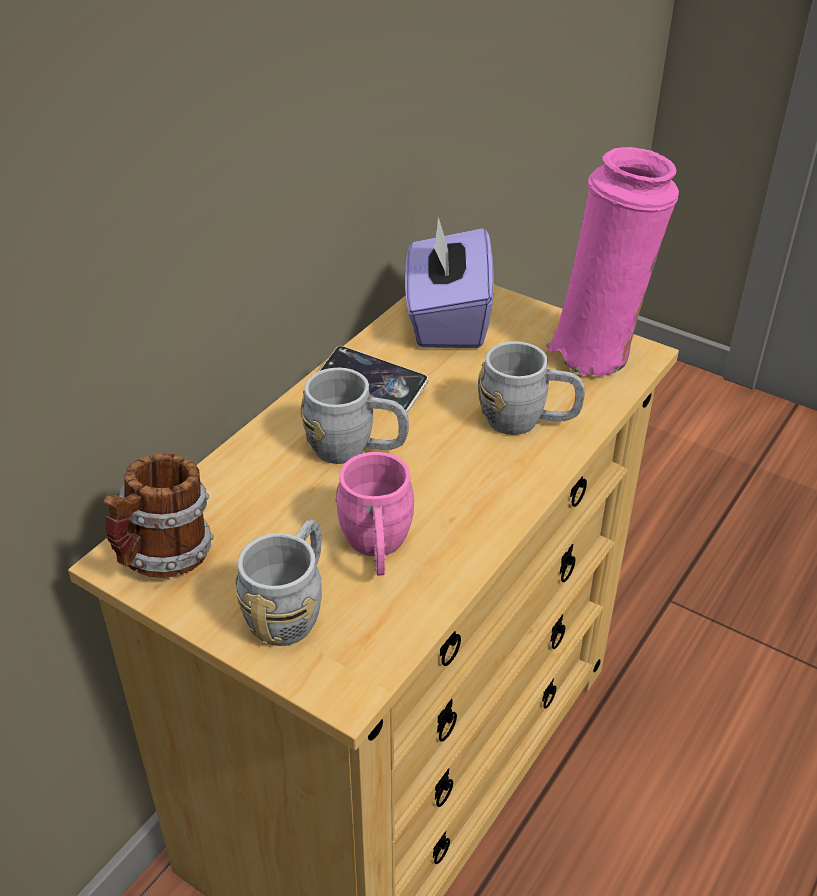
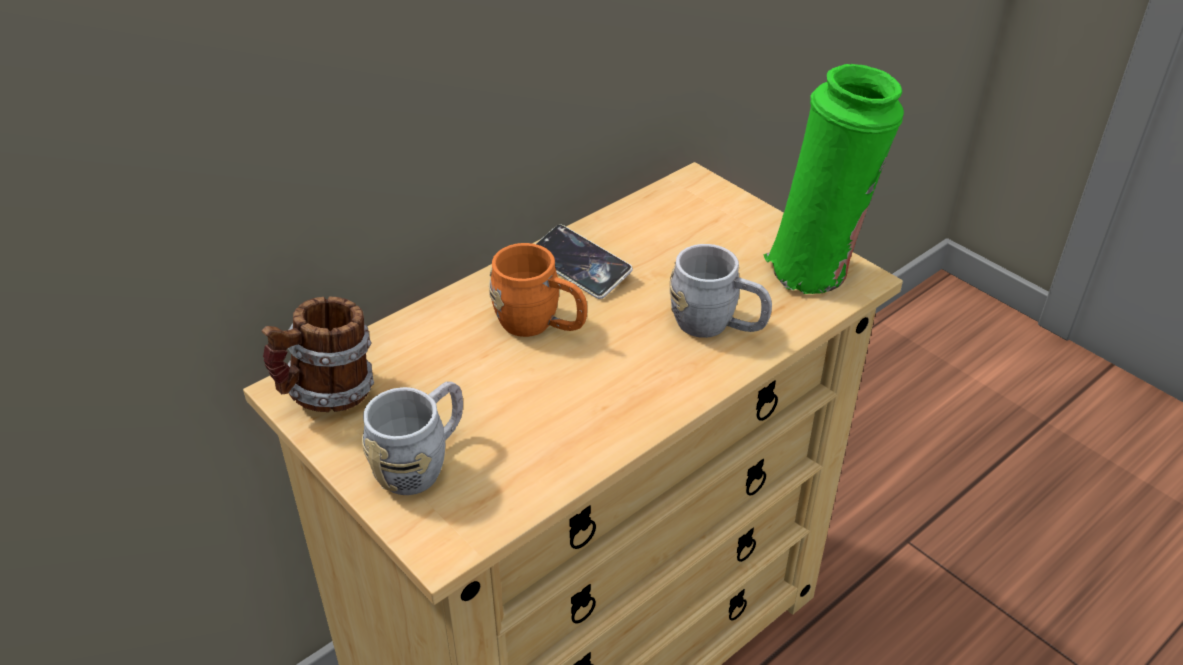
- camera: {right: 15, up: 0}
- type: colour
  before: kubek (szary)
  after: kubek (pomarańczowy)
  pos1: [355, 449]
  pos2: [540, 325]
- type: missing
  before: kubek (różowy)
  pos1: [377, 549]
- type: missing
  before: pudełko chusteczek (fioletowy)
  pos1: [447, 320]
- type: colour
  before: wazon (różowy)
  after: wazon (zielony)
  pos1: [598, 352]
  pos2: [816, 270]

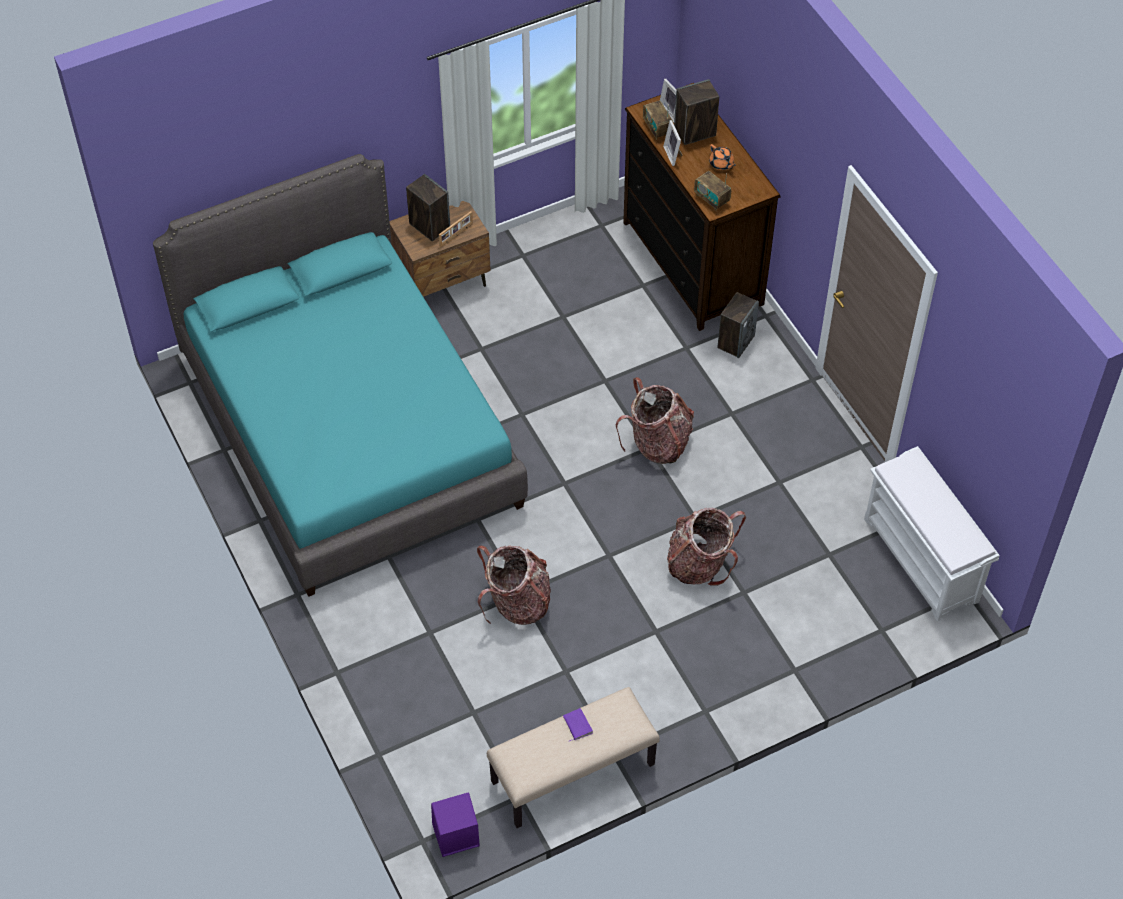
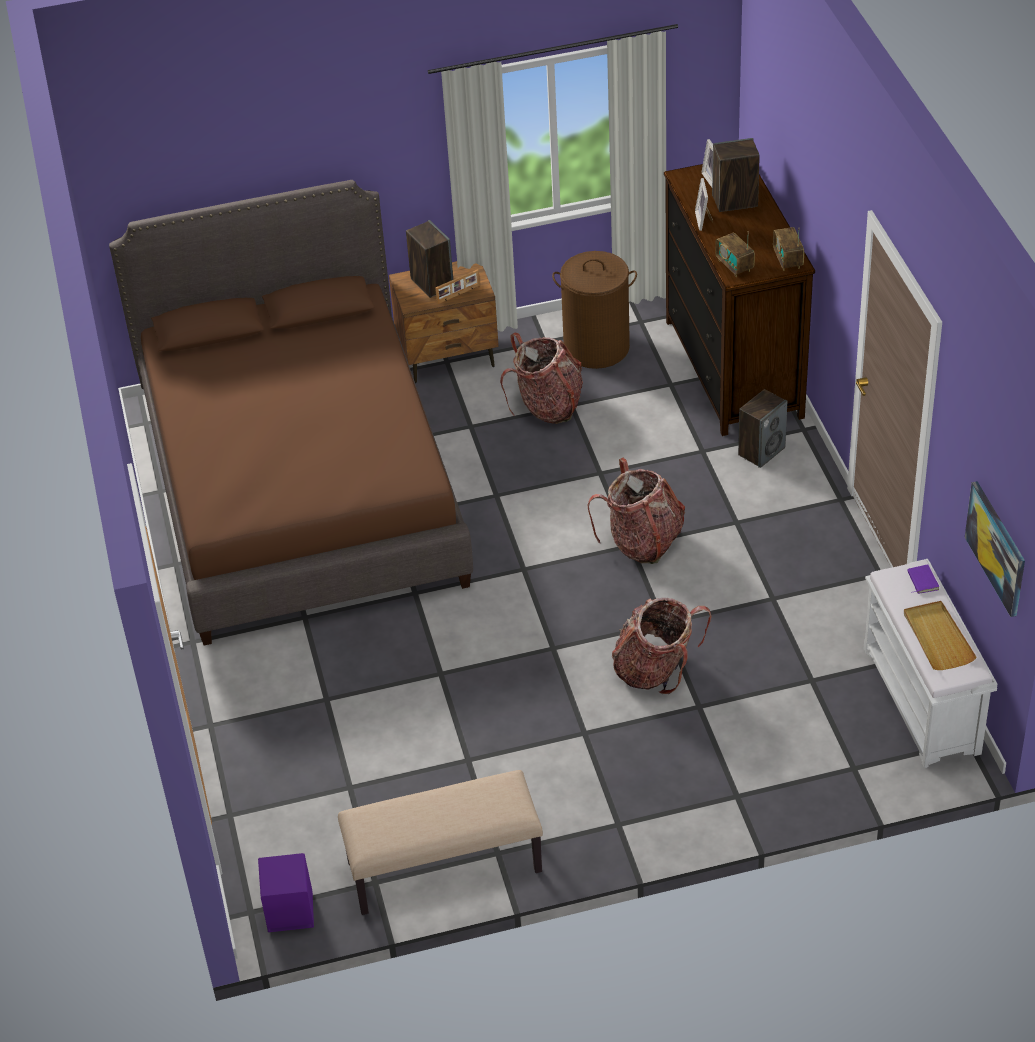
- camera: {right: 15, up: -10}
- type: colour
  before: łóżko (turkusowy)
  after: łóżko (brązowy)
  pos1: [350, 430]
  pos2: [302, 488]
- type: relocated
  before: plecak
  pos1: [517, 603]
  pos2: [547, 406]
- type: relocated
  before: książka (fioletowy)
  pos1: [576, 725]
  pos2: [921, 581]
- type: relocated
  before: radio
  pos1: [657, 128]
  pos2: [787, 260]
- type: missing
  before: imbryk (pomarańczowy)
  pos1: [721, 164]
- type: appeared
  after: kosz na pranie (brązowy)
  pos2: [596, 347]
- type: appeared
  after: taca (beżowy)
  pos2: [937, 638]
- type: appeared
  after: obraz
  pos2: [996, 548]

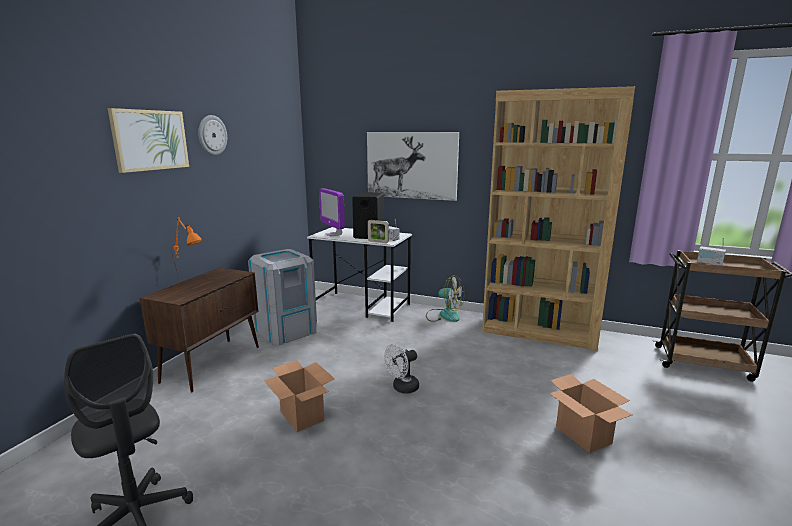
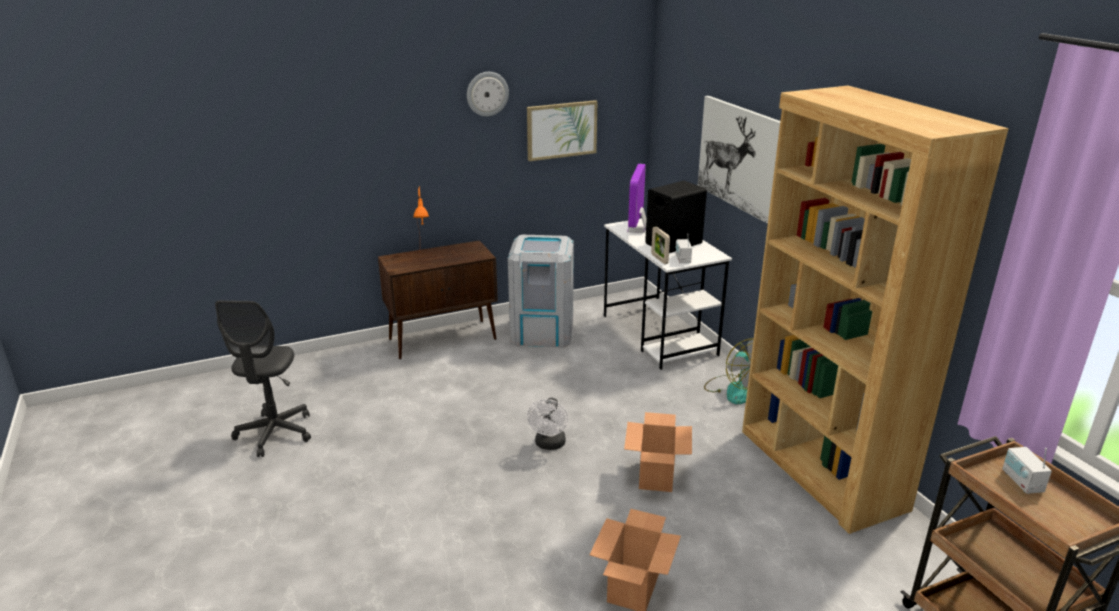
- camera: {right: 45, up: 10}
- type: relocated
  before: obraz
  pos1: [150, 140]
  pos2: [561, 130]
- type: relocated
  before: karton
  pos1: [302, 416]
  pos2: [656, 476]
- type: spun
  before: wentylator (biały)
  pos1: [402, 388]
  pos2: [549, 445]
  turn: -90

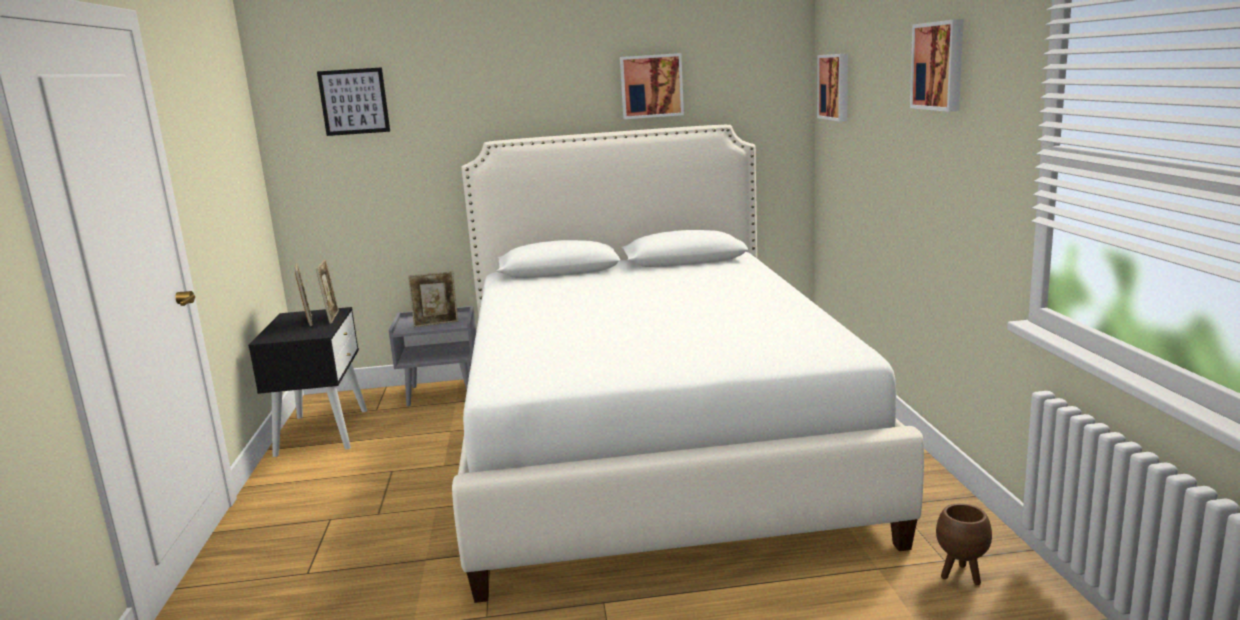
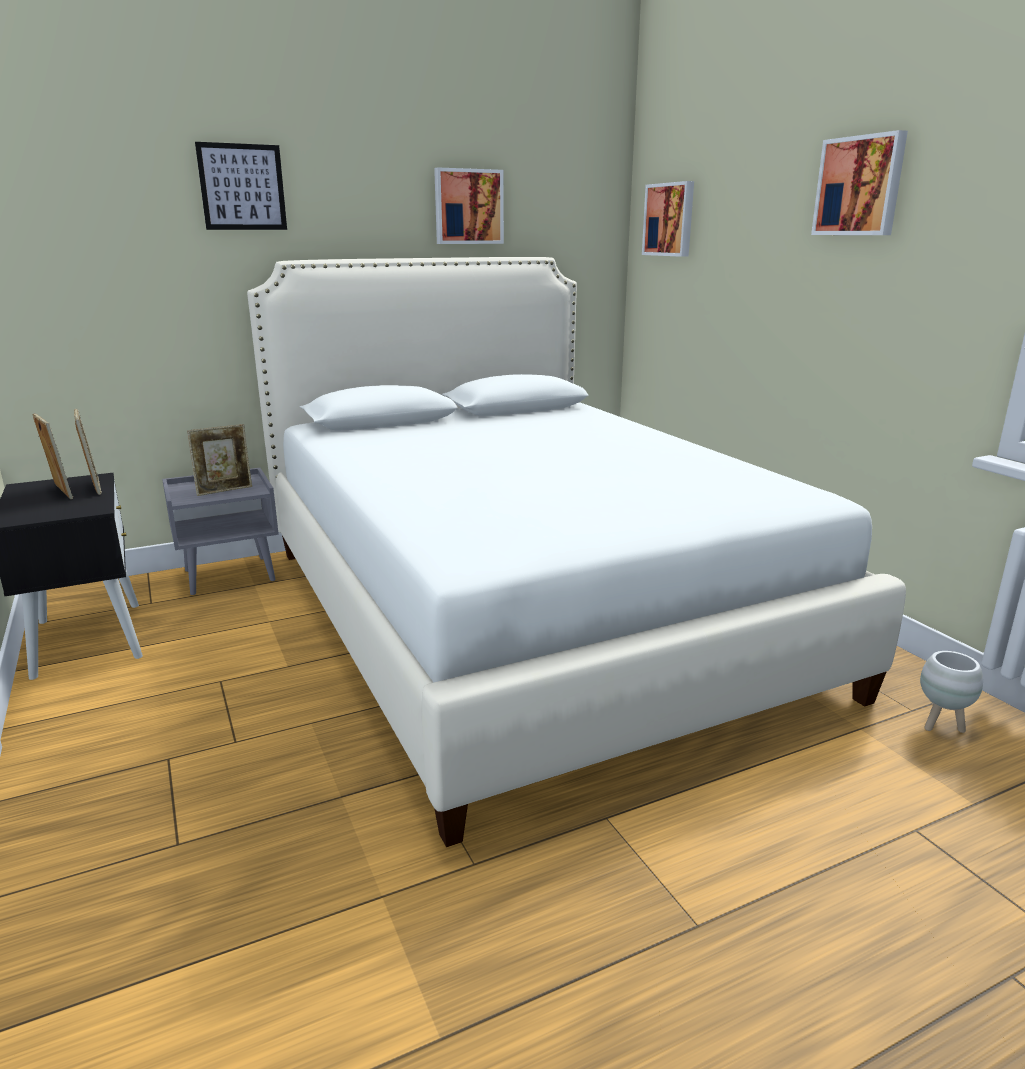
- camera: {right: -20, up: 5}
- type: relocated
  before: obraz
  pos1: [354, 101]
  pos2: [242, 187]
- type: colour
  before: donica (brązowy)
  after: donica (biały)
  pos1: [961, 576]
  pos2: [941, 725]

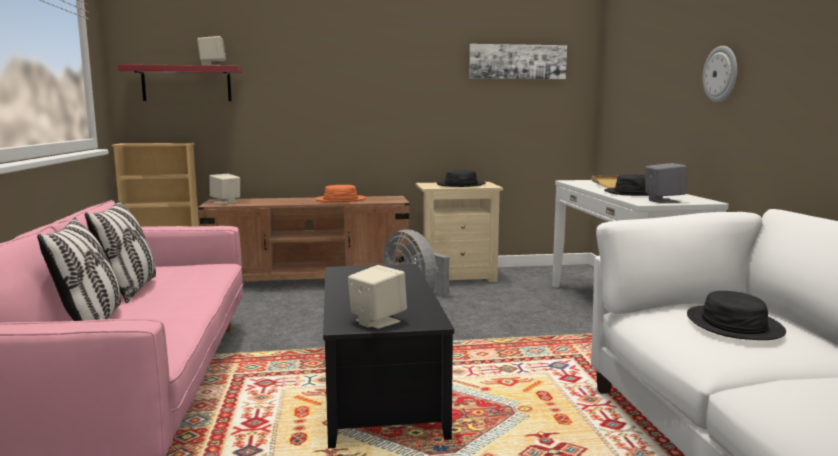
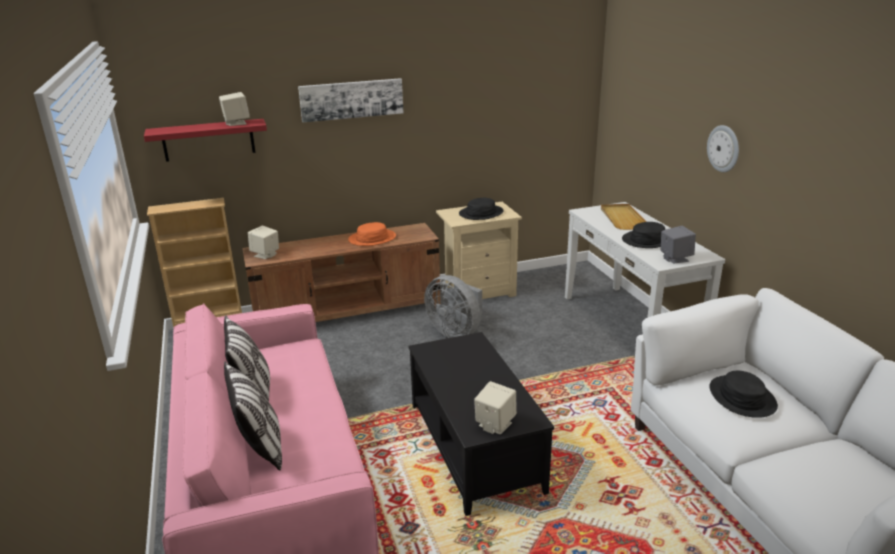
- camera: {right: -10, up: 15}
- type: relocated
  before: obraz
  pos1: [517, 62]
  pos2: [351, 99]

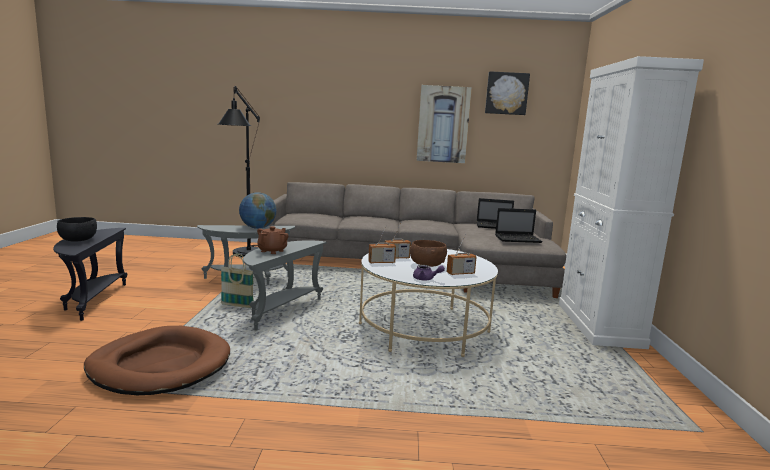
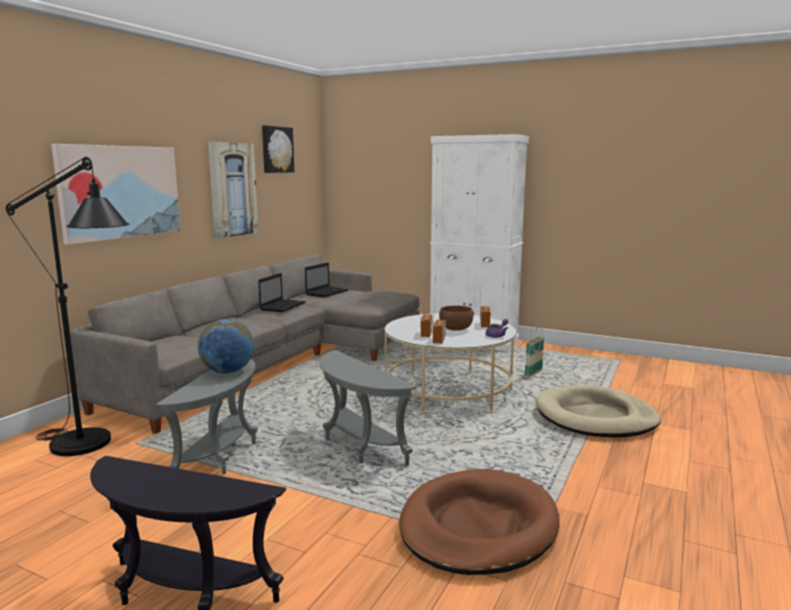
- camera: {right: -65, up: 0}
- type: missing
  before: miska (czarny)
  pos1: [78, 240]
- type: relocated
  before: koszyk
  pos1: [237, 306]
  pos2: [533, 374]
- type: missing
  before: imbryk (brązowy)
  pos1: [272, 251]
- type: relocated
  before: laptop
  pos1: [518, 239]
  pos2: [283, 306]
- type: appeared
  after: obraz
  pos2: [120, 192]
- type: appeared
  after: legowisko (beżowy)
  pos2: [596, 417]

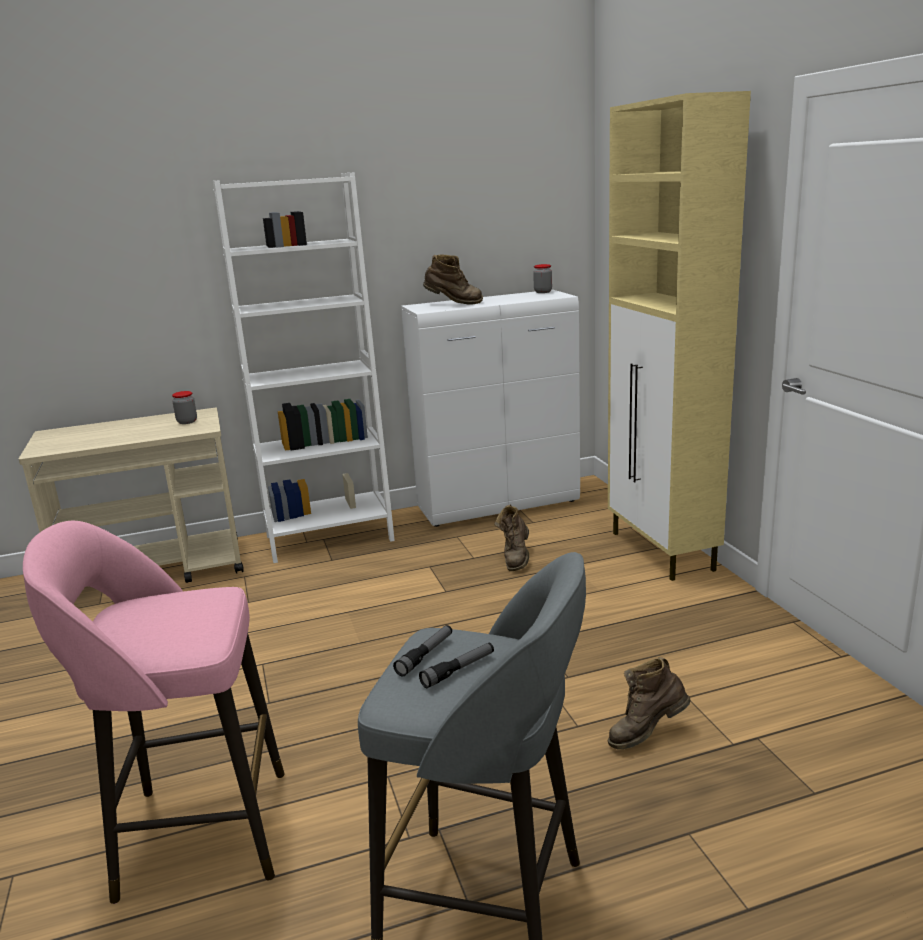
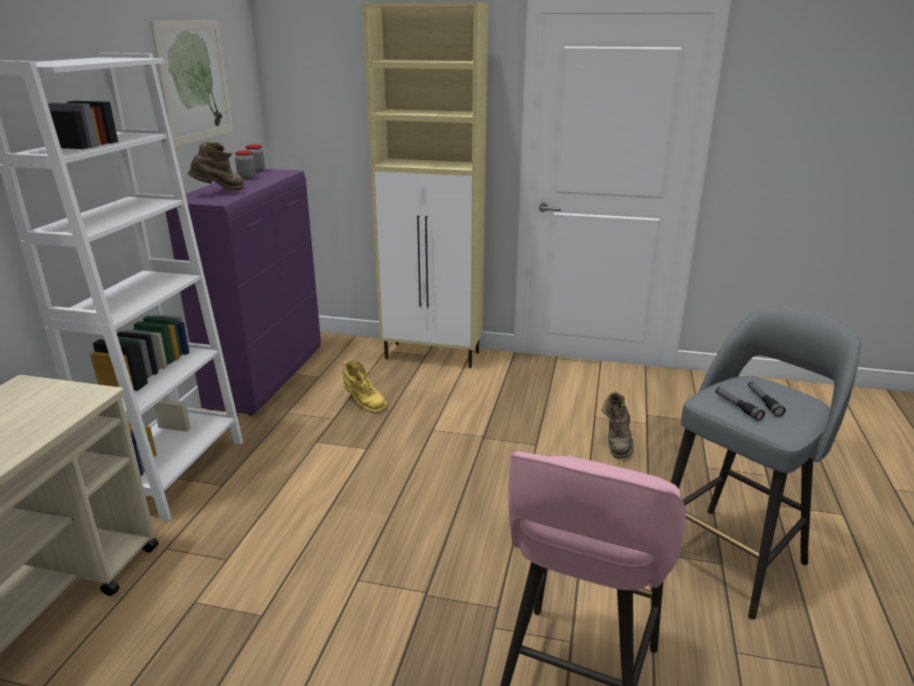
- camera: {right: -60, up: 5}
- type: relocated
  before: słoik
  pos1: [187, 422]
  pos2: [247, 178]
- type: colour
  before: szafka (biały)
  after: szafka (fioletowy)
  pos1: [499, 505]
  pos2: [267, 377]
- type: colour
  before: but z cholewką (brązowy)
  after: but z cholewką (żółty)
  pos1: [516, 559]
  pos2: [363, 404]
- type: appeared
  after: obraz
  pos2: [194, 81]

